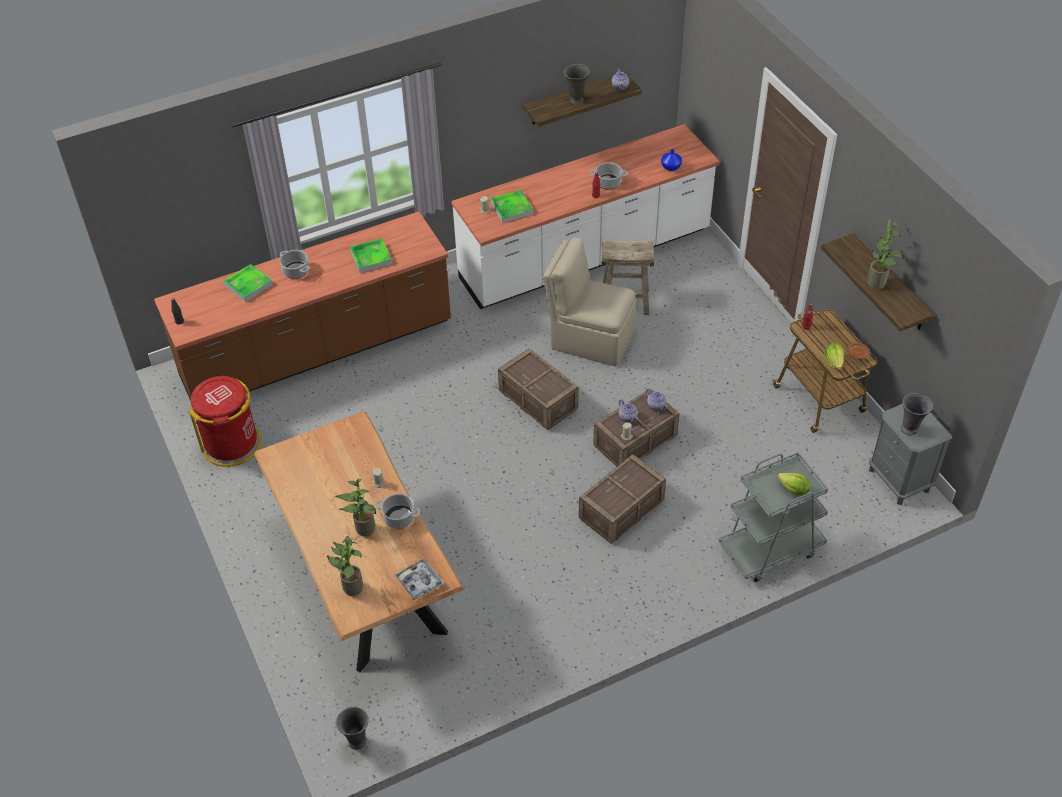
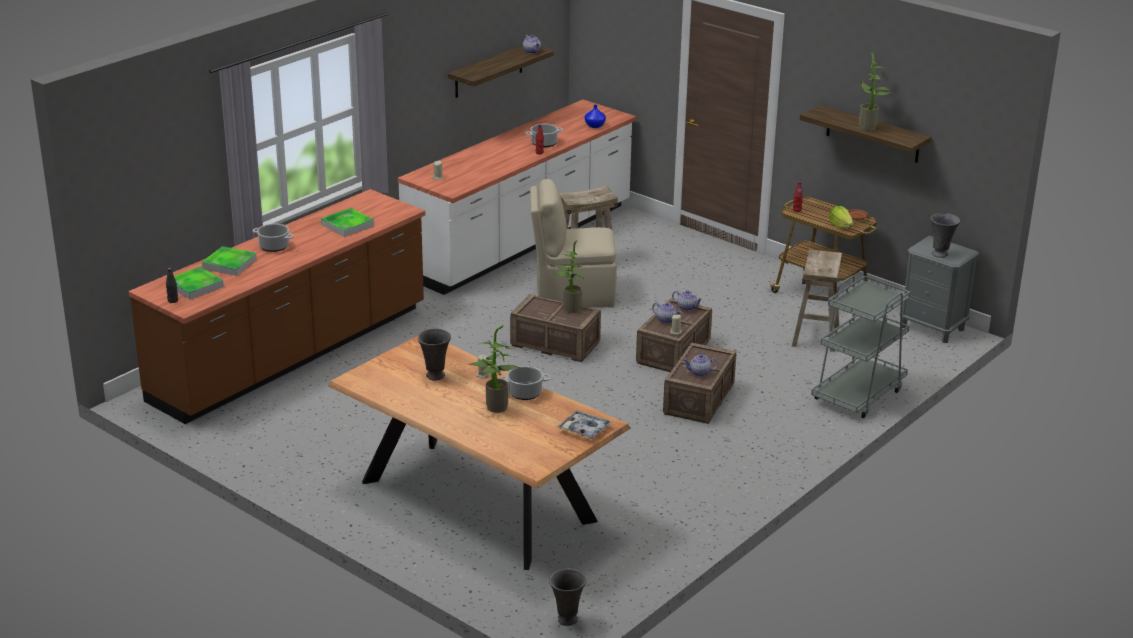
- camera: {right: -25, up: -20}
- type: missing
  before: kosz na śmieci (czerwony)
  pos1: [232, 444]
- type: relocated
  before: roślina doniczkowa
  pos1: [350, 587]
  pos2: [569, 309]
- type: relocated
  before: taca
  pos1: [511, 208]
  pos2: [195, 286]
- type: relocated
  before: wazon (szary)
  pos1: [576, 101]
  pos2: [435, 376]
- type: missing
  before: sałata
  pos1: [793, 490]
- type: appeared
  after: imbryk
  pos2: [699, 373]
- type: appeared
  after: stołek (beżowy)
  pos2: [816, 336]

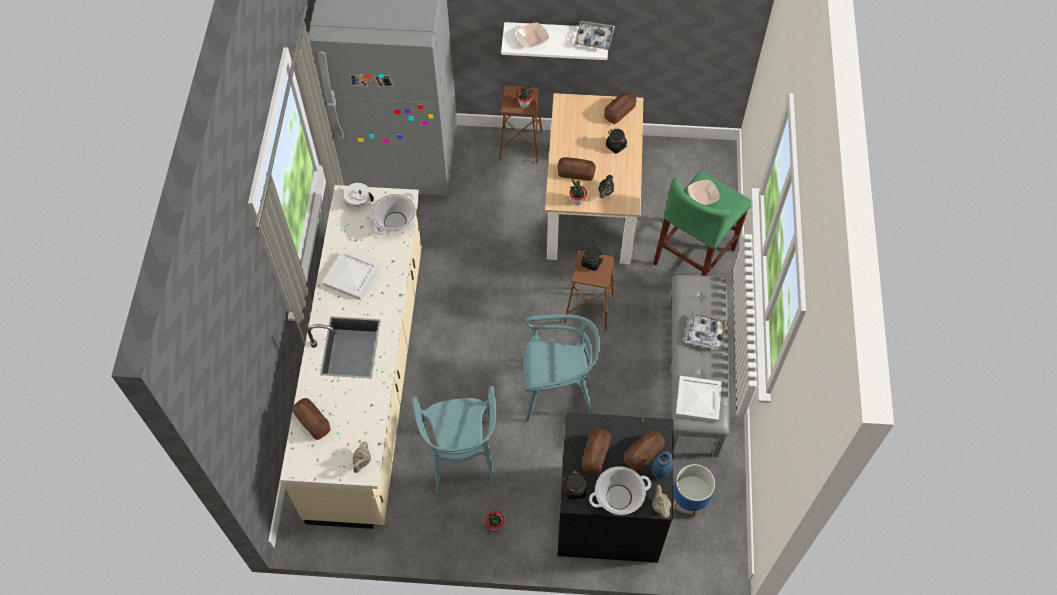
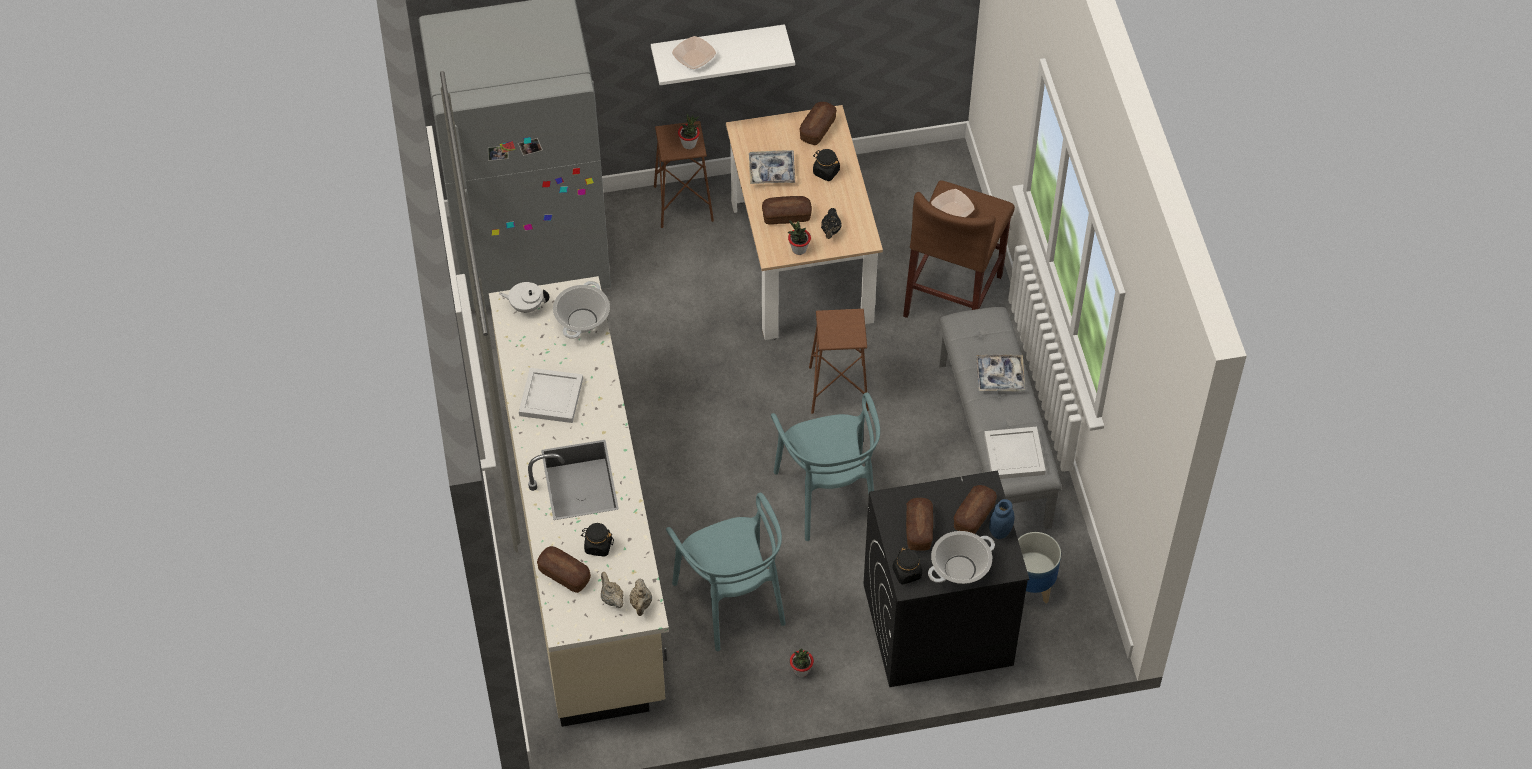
- camera: {right: -15, up: -5}
- type: spun
  before: krzesło (turkusowy)
  pos1: [557, 389]
  pos2: [828, 495]
  turn: 90
- type: relocated
  before: taca
  pos1: [594, 38]
  pos2: [772, 171]
- type: relocated
  before: słoik (czarny)
  pos1: [591, 262]
  pos2: [598, 546]
- type: relocated
  before: imbryk (beżowy)
  pos1: [660, 506]
  pos2: [611, 598]
- type: colour
  before: stołek (zielony)
  after: stołek (brązowy)
  pos1: [694, 256]
  pos2: [953, 295]

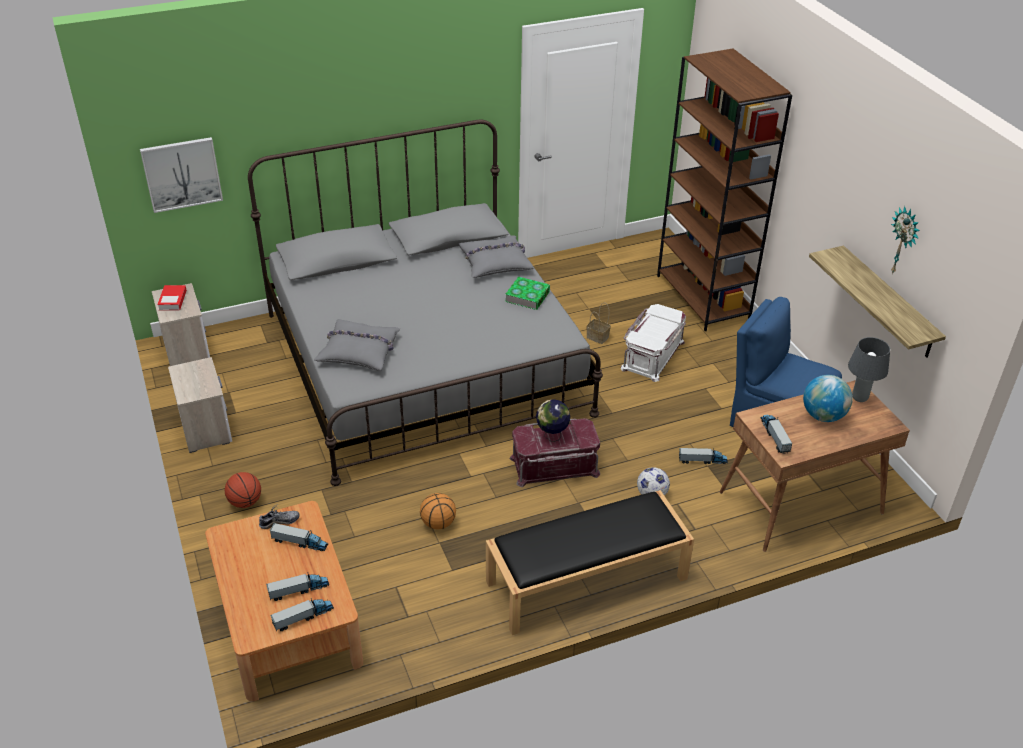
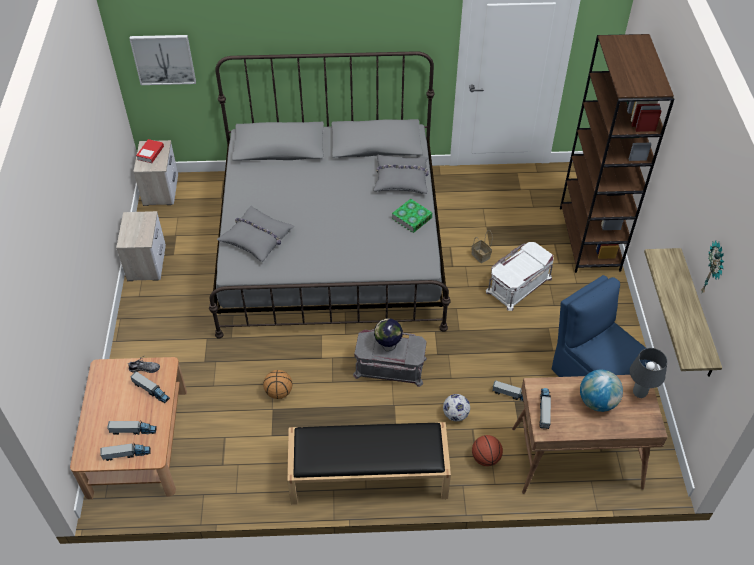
- camera: {right: 20, up: 10}
- type: relocated
  before: piłka do koszykówki
  pos1: [245, 502]
  pos2: [486, 458]
- type: colour
  before: pojemnik do przechowywania (czerwony)
  after: pojemnik do przechowywania (szary)
  pos1: [554, 467]
  pos2: [389, 367]

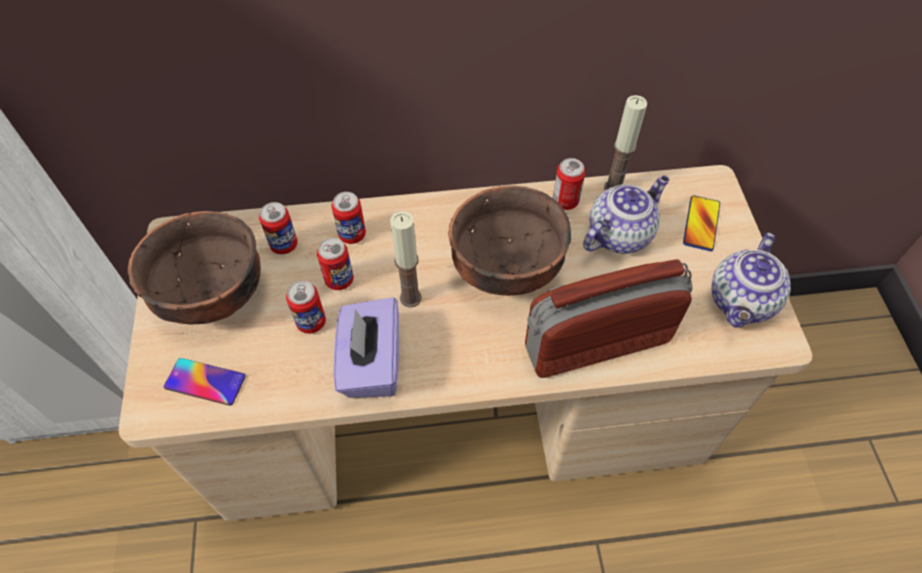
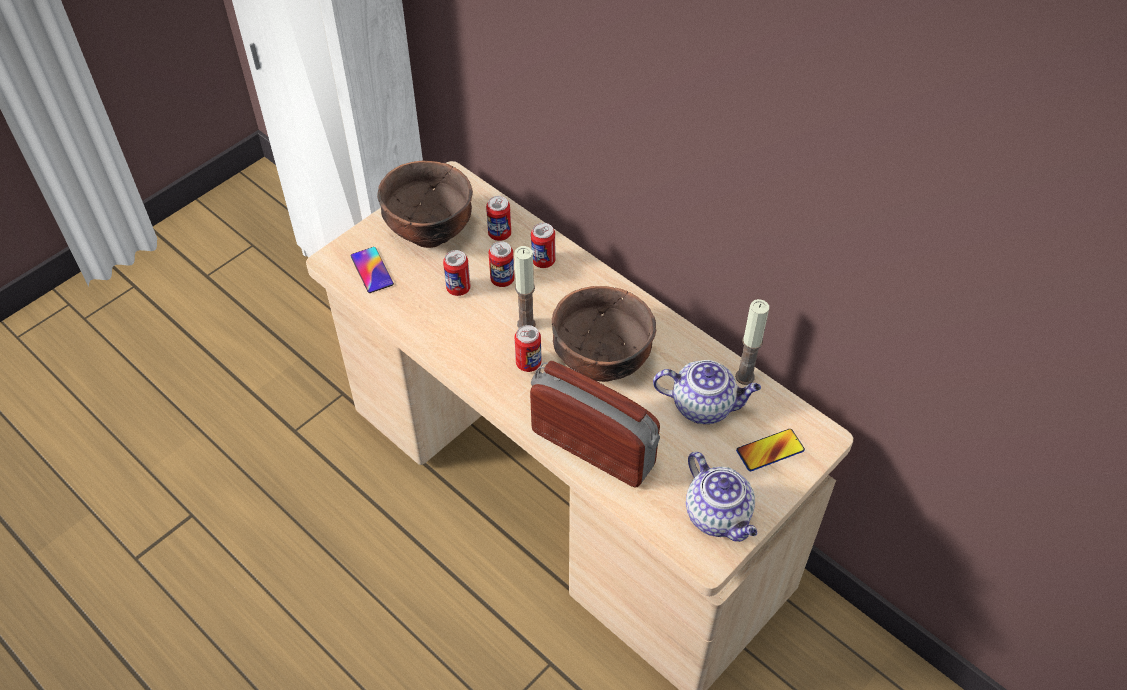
- camera: {right: 50, up: -5}
- type: missing
  before: pudełko chusteczek (fioletowy)
  pos1: [371, 363]
- type: relocated
  before: puszka
  pos1: [565, 201]
  pos2: [528, 363]
- type: spun
  before: imbryk
  pos1: [741, 303]
  pos2: [719, 516]
  turn: -105

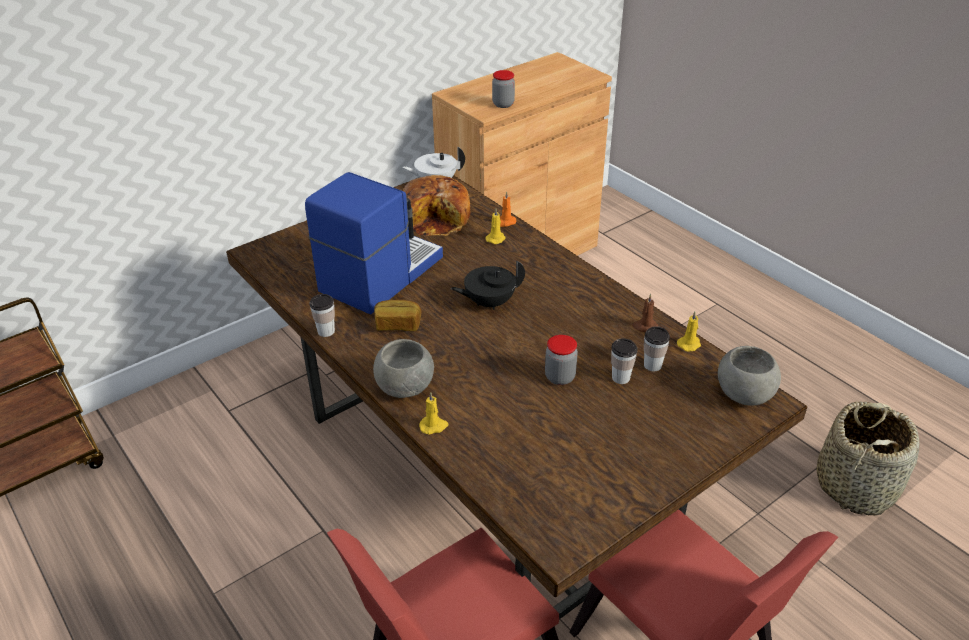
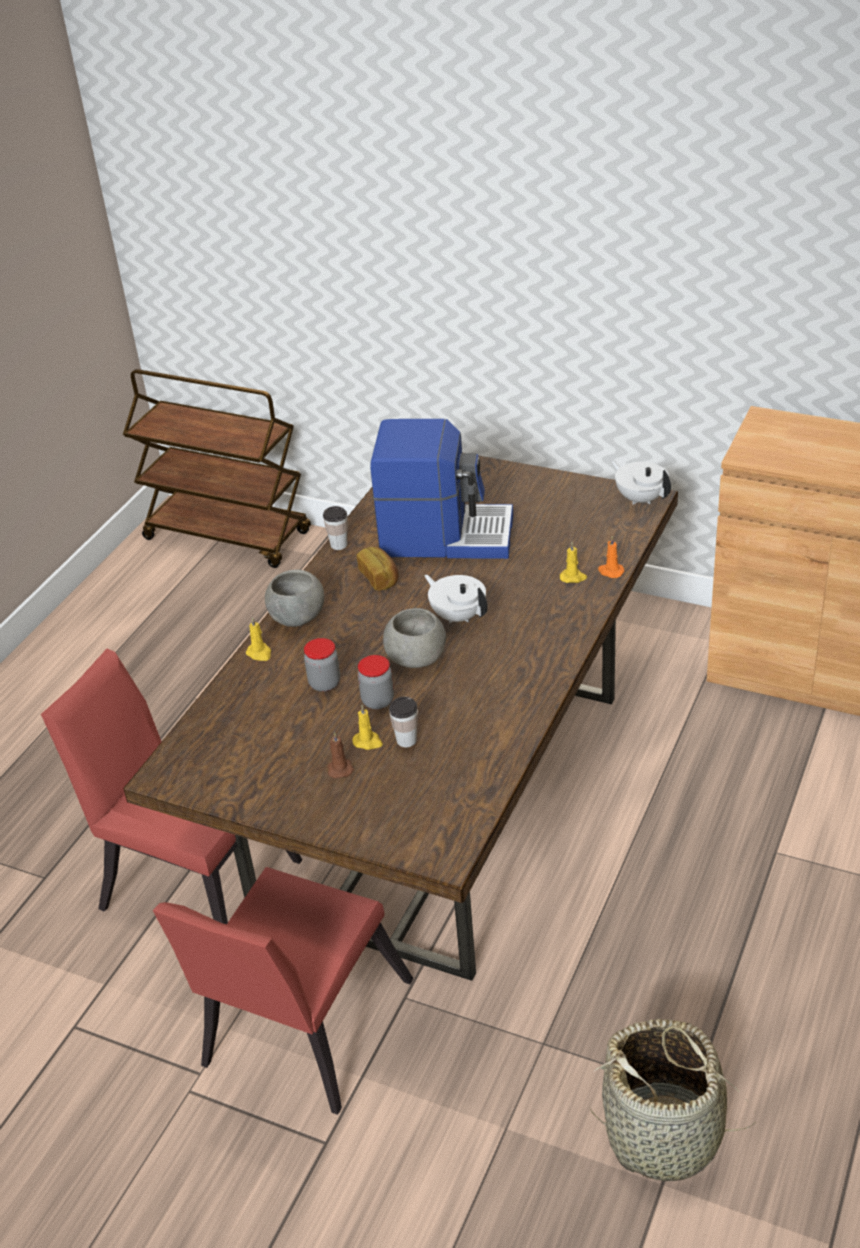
- camera: {right: 65, up: 0}
- type: missing
  before: chleb
  pos1: [437, 218]
- type: colour
  before: imbryk (czarny)
  after: imbryk (biały)
  pos1: [489, 302]
  pos2: [458, 615]
- type: relocated
  before: słoik
  pos1: [503, 104]
  pos2: [324, 683]
- type: relocated
  before: świeca (brązowy)
  pos1: [644, 327]
  pos2: [340, 768]
- type: missing
  before: filiżanka
  pos1: [652, 365]
- type: relocated
  before: świeca (żółty)
  pos1: [689, 344]
  pos2: [368, 742]
- type: relocated
  before: miska (szary)
  pos1: [743, 394]
  pos2: [416, 658]

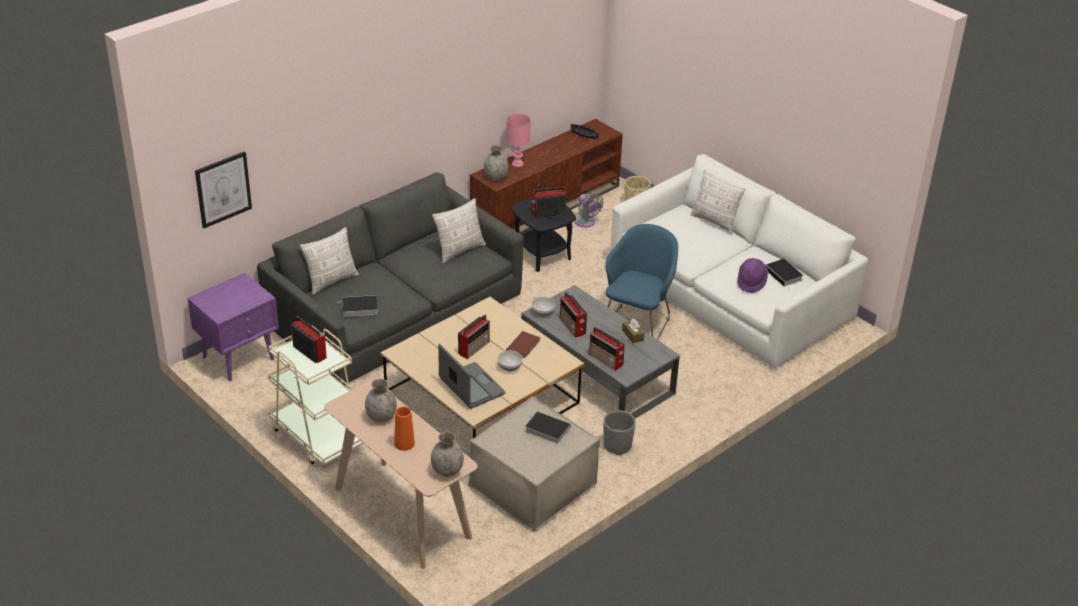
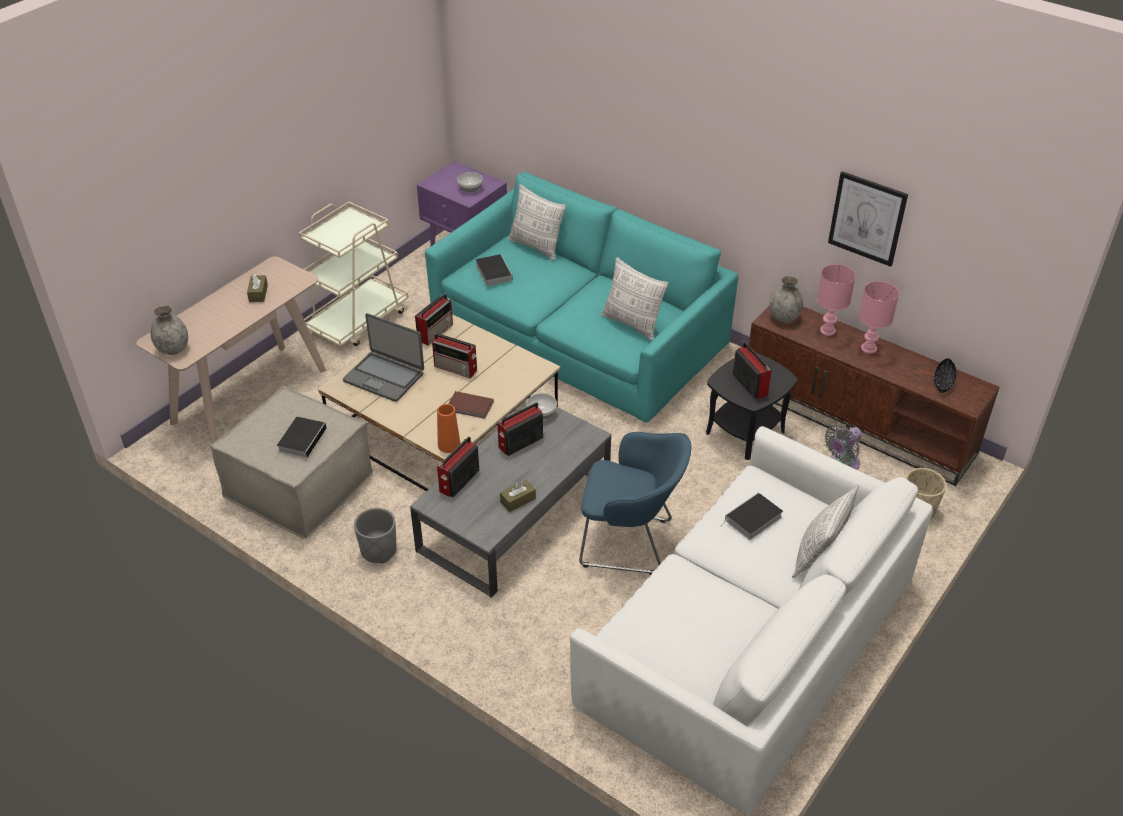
- camera: {right: 80, up: 5}
- type: relocated
  before: obraz
  pos1: [223, 189]
  pos2: [867, 218]
- type: colour
  before: kanapa (szary)
  after: kanapa (turkusowy)
  pos1: [395, 310]
  pos2: [580, 333]
- type: relocated
  before: radio
  pos1: [309, 351]
  pos2: [436, 332]
- type: exchanged
  before: wazon (szary)
  after: pudełko chusteczek (brązowy)
  pos1: [381, 417]
  pos2: [258, 293]
- type: relocated
  before: wazon (pomarańczowy)
  pos1: [404, 443]
  pos2: [449, 445]
- type: spun
  before: laptop
  pos1: [471, 387]
  pos2: [384, 377]
  turn: 75
- type: relocated
  before: miska
  pos1: [509, 366]
  pos2: [470, 188]
- type: missing
  before: kapelusz (fioletowy)
  pos1: [751, 282]
- type: relocated
  before: książka
  pos1: [784, 275]
  pos2: [752, 520]
- type: appeared
  after: lampa stołowa (różowy)
  pos2: [869, 349]

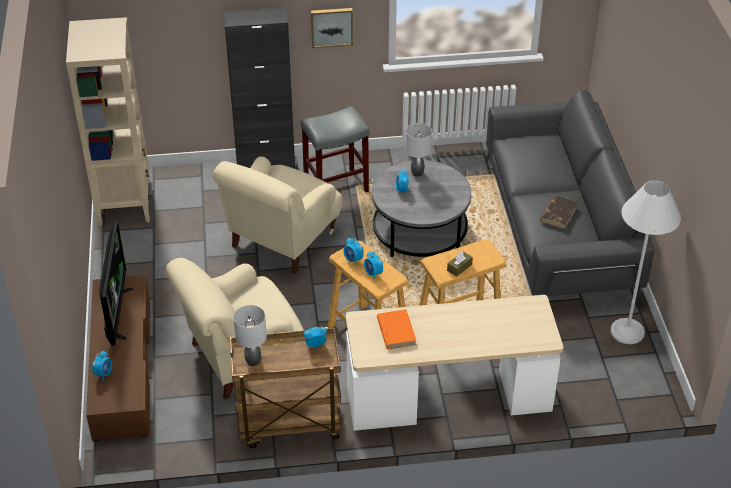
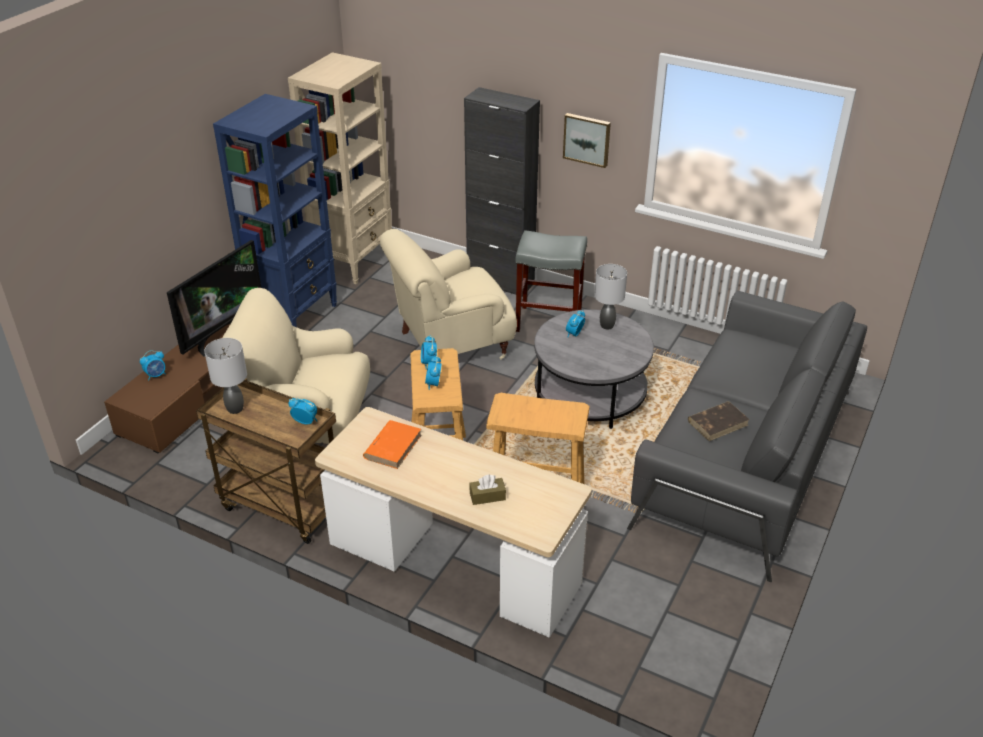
- camera: {right: 35, up: -5}
- type: relocated
  before: pudełko chusteczek (brązowy)
  pos1: [459, 267]
  pos2: [487, 496]
- type: missing
  before: lampa stojąca (biały)
  pos1: [627, 331]
- type: appeared
  after: regał (niebieski)
  pos2: [295, 315]

